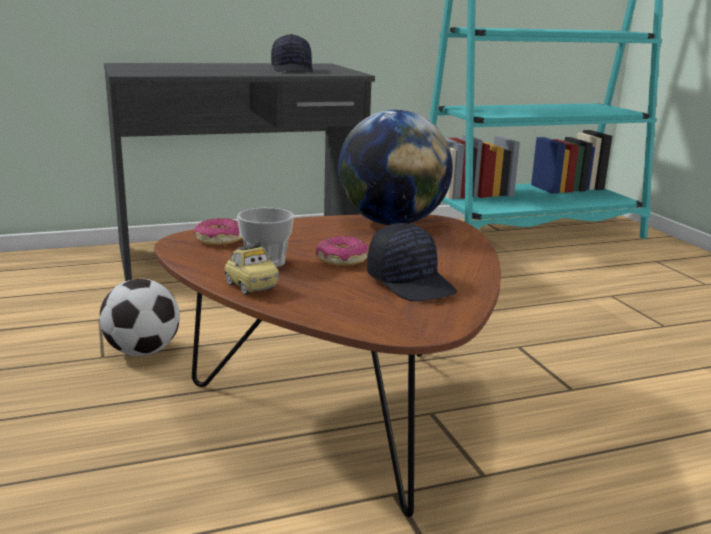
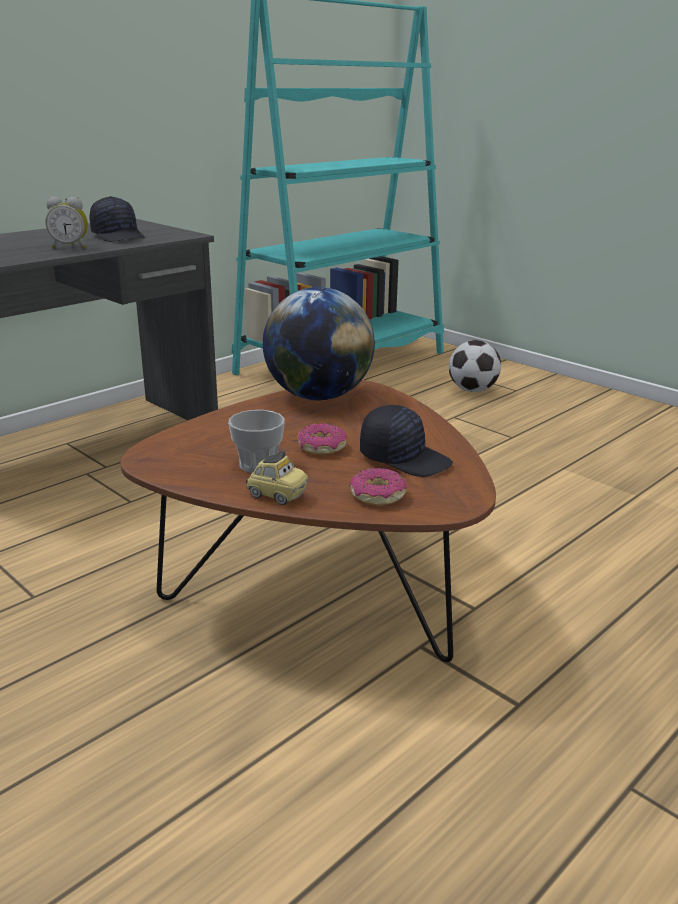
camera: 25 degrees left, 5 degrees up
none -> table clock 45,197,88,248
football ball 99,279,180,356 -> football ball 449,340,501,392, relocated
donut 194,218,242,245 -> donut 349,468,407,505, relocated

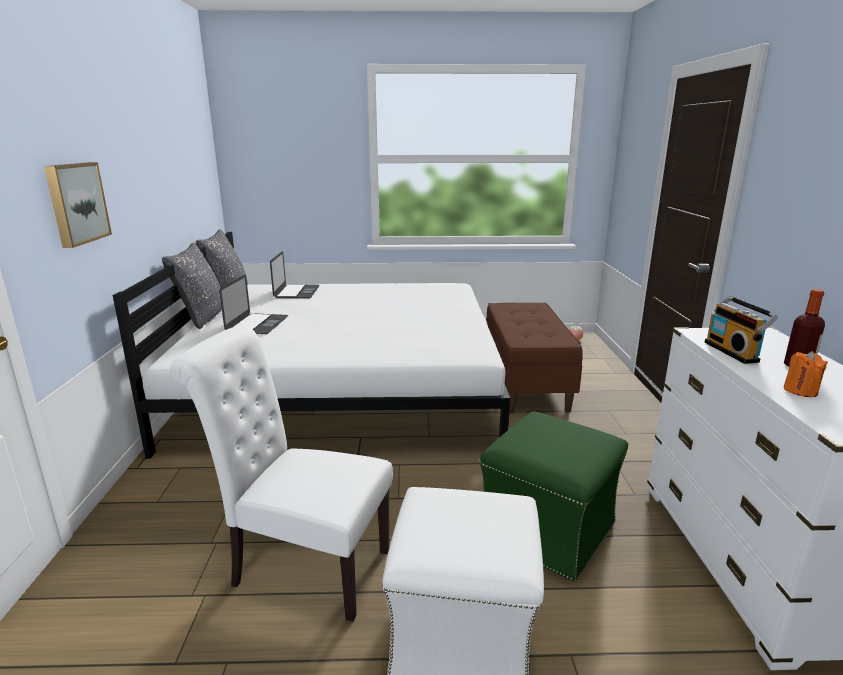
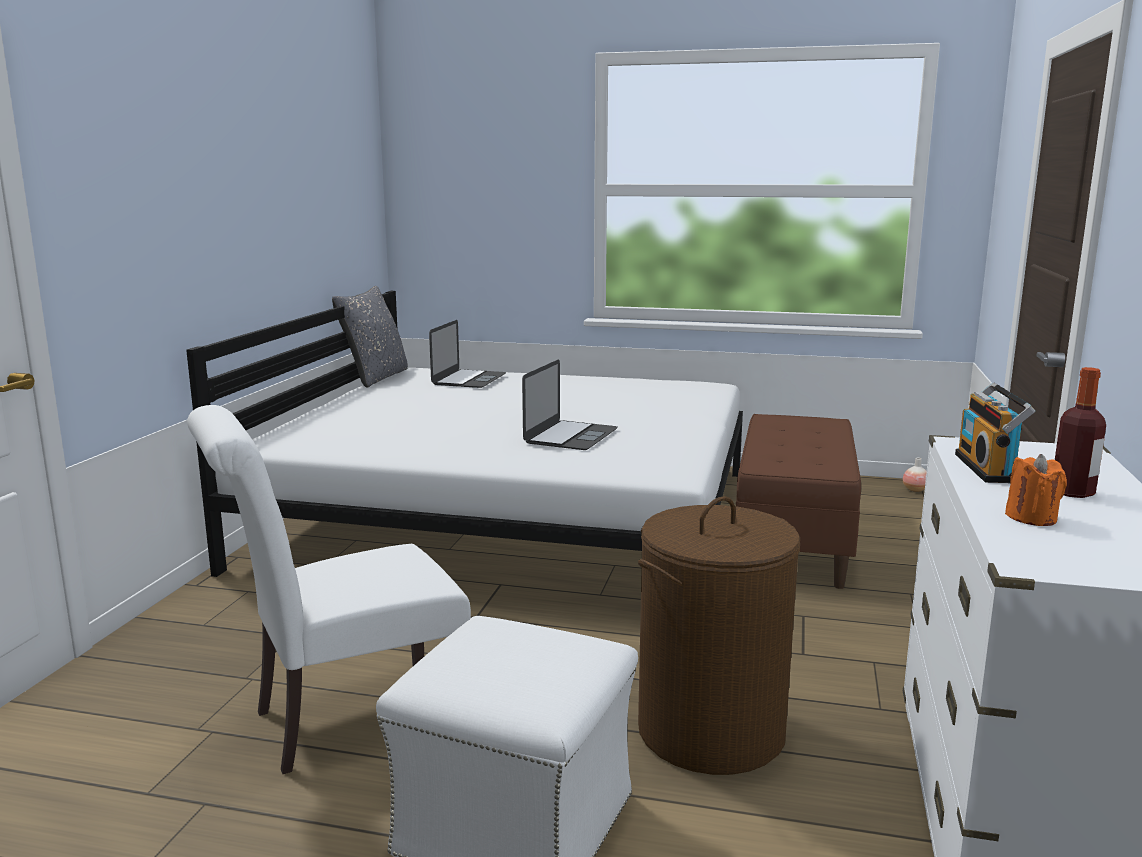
camera: 15 degrees right, 5 degrees down
wall picture 44,162,112,248 -> none
pillow (gray) 162,243,222,329 -> none
portable computer 219,275,288,334 -> portable computer 522,359,618,450, relocated
pouffe (greenish) 480,412,628,582 -> hamper (brown-coloured) 638,496,800,775
upright chair (white) 170,326,393,622 -> upright chair (white) 187,405,471,774, 60 degrees counterclockwise

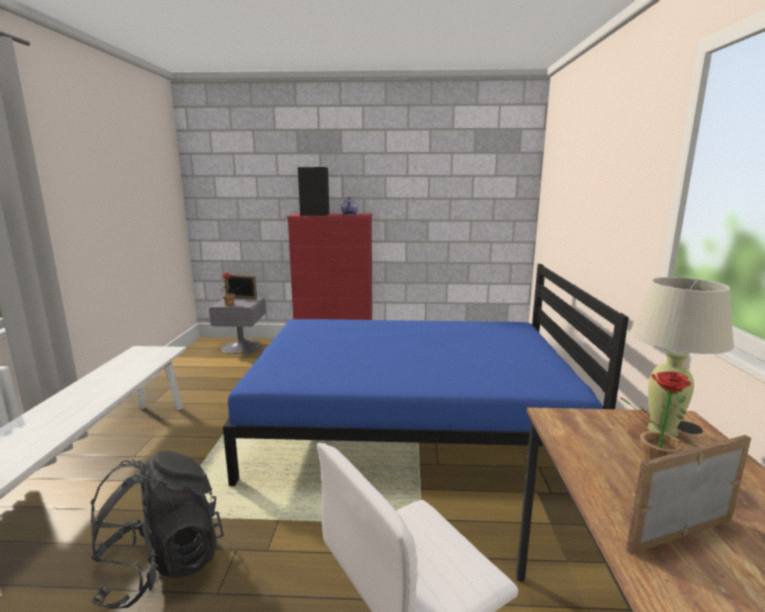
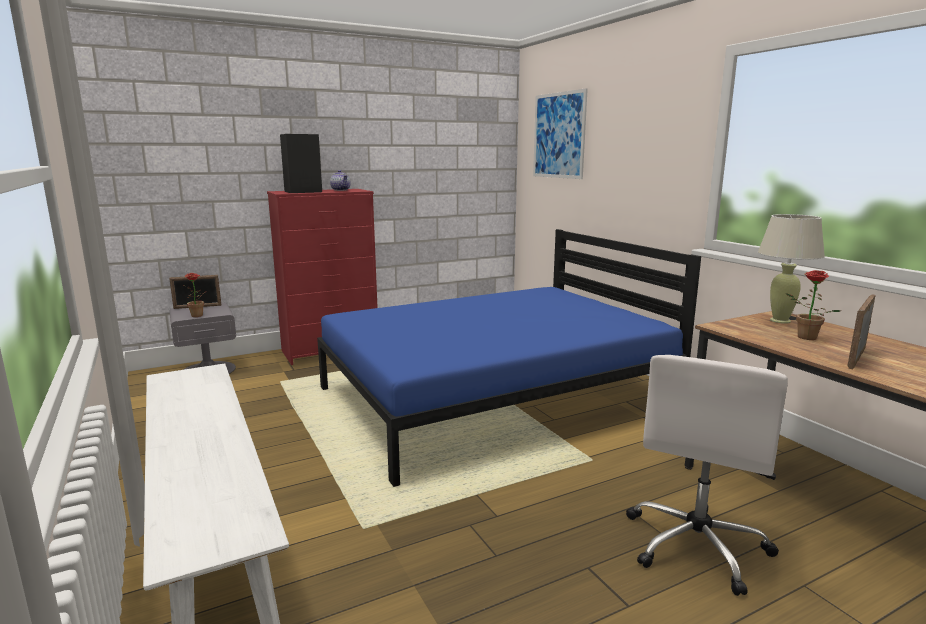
camera: 30 degrees left, 0 degrees up
knapsack (black-coloured) 90,450,224,609 -> none
none -> wall picture 533,88,588,179

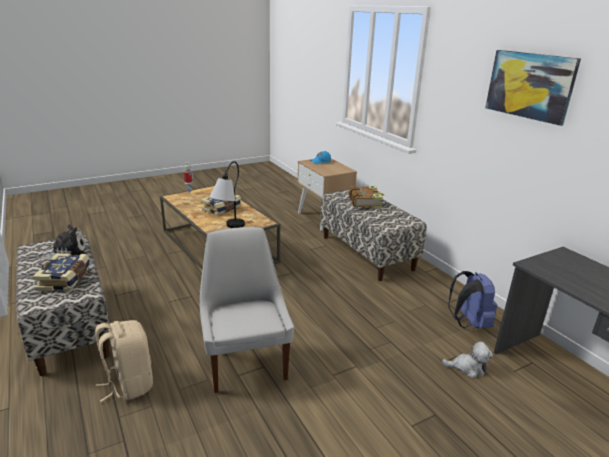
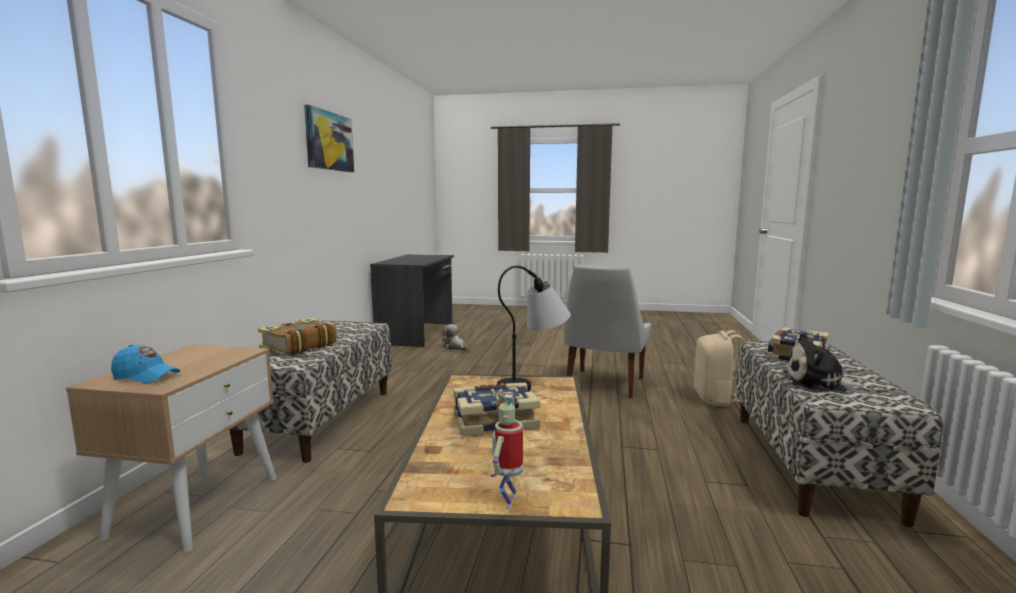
camera: 140 degrees left, 15 degrees down
knapsack (blue-coloured) 448,271,497,329 -> none

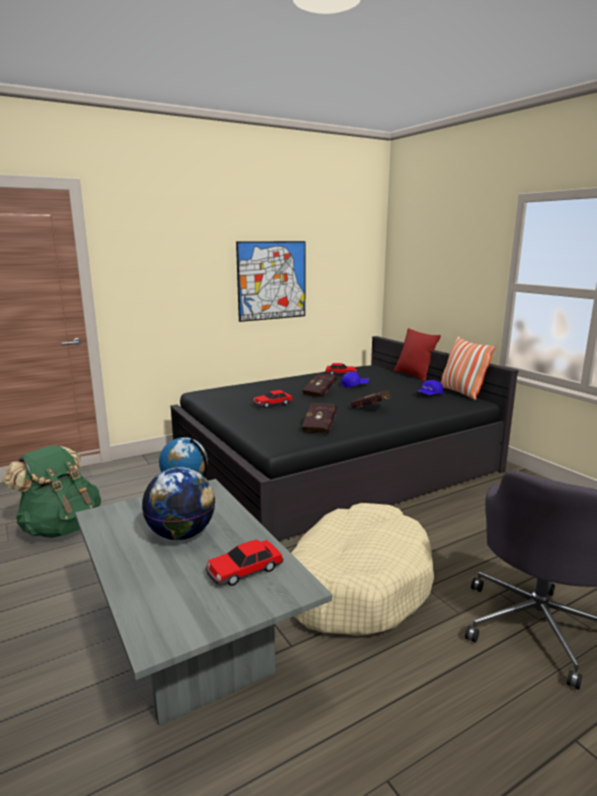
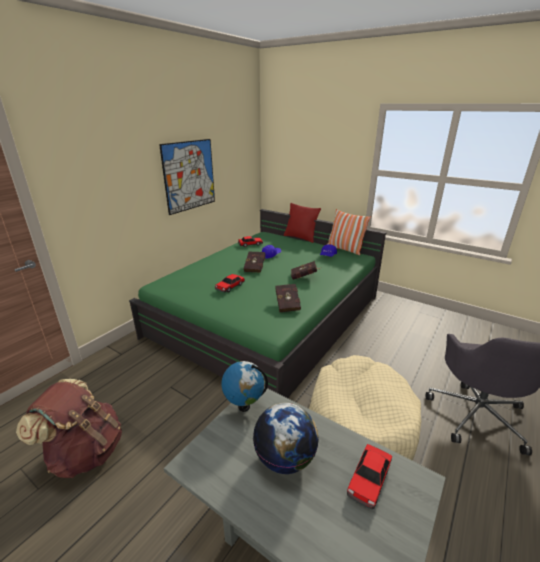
camera: 25 degrees left, 10 degrees up
knapsack (greenish) 3,445,101,538 -> knapsack (brown-coloured) 16,379,122,478
bedroom bed (black-coloured) 170,336,519,541 -> bedroom bed (greenish) 129,209,387,398

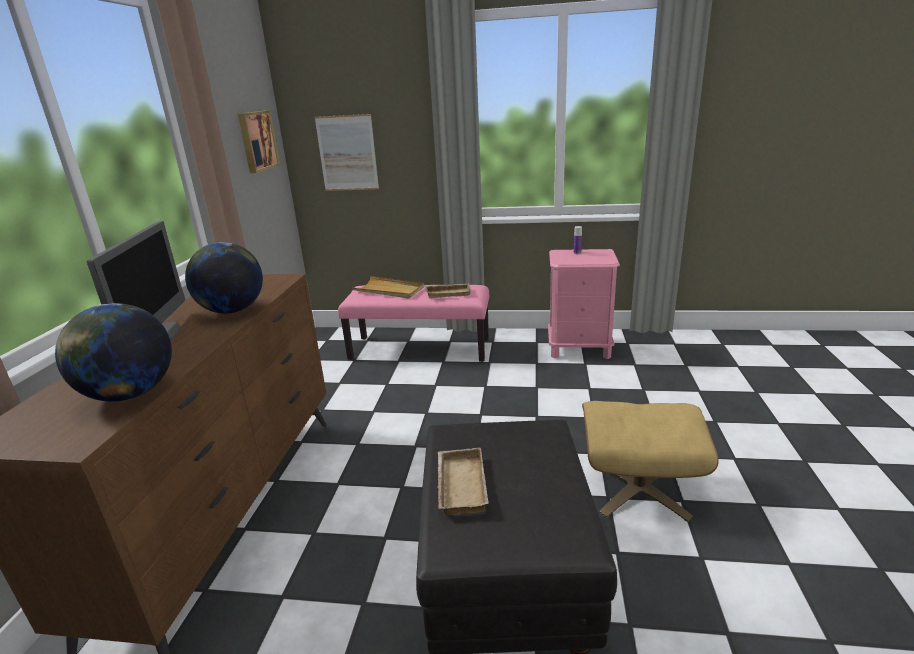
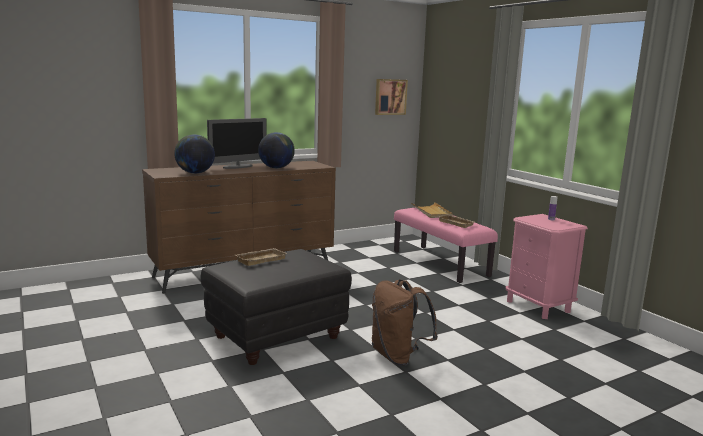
camera: 50 degrees right, 10 degrees down
wall picture 314,114,379,191 -> none
pouffe (beige) 582,401,719,522 -> knapsack (brown-coloured) 372,280,438,366

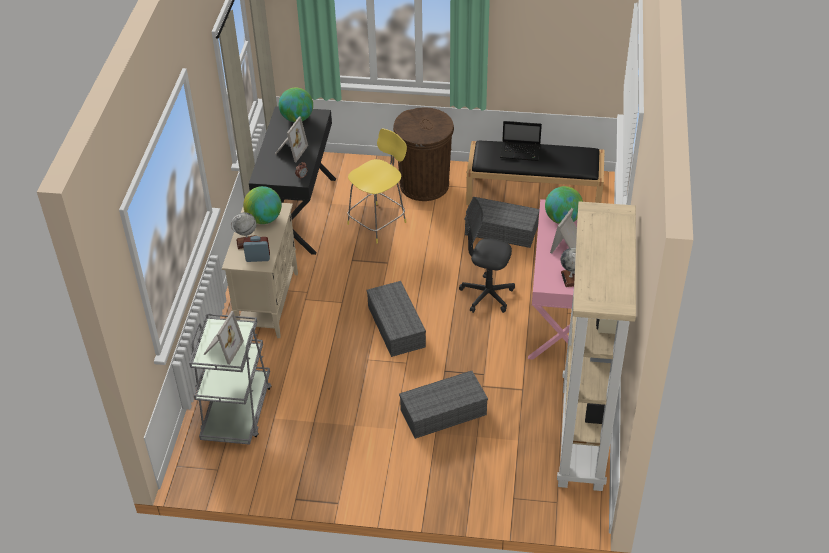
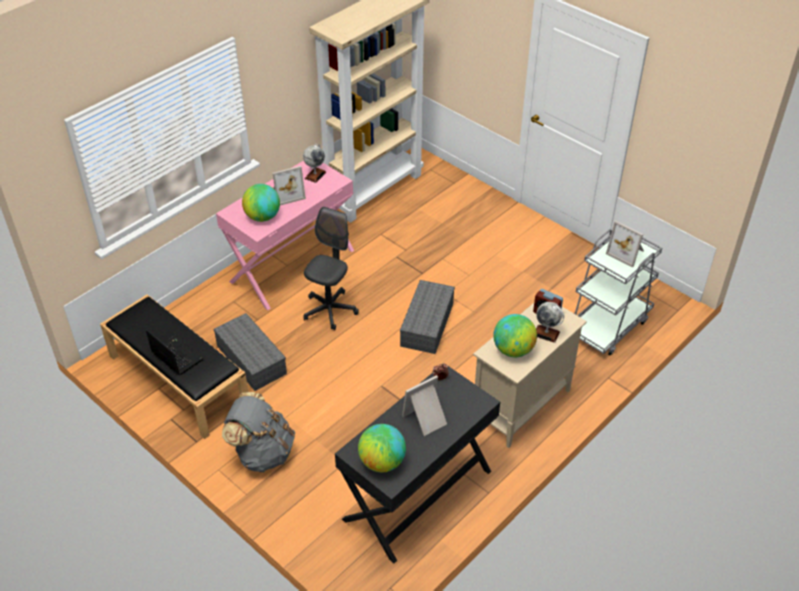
camera: 145 degrees left, 0 degrees up
stool seat (yellowish) 347,129,407,243 -> none
storage container (gray) 399,371,488,439 -> none
rubbish bin (brown-coloured) 393,108,454,201 -> knapsack (gray) 222,392,295,472
picture frame 203,311,244,365 -> picture frame 606,221,644,268, 105 degrees counterclockwise
computer chair (gray) 459,197,515,313 -> computer chair (gray) 303,207,359,330, 120 degrees counterclockwise

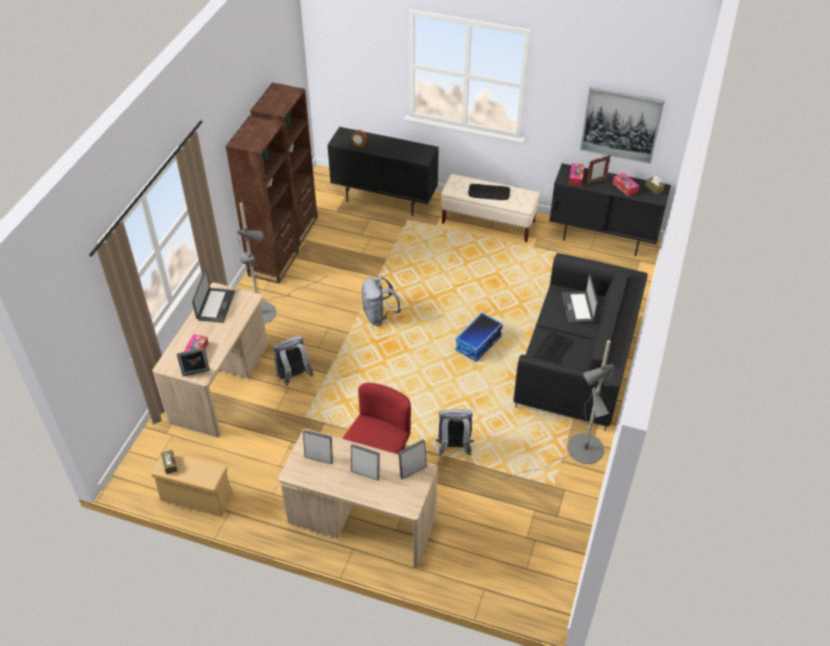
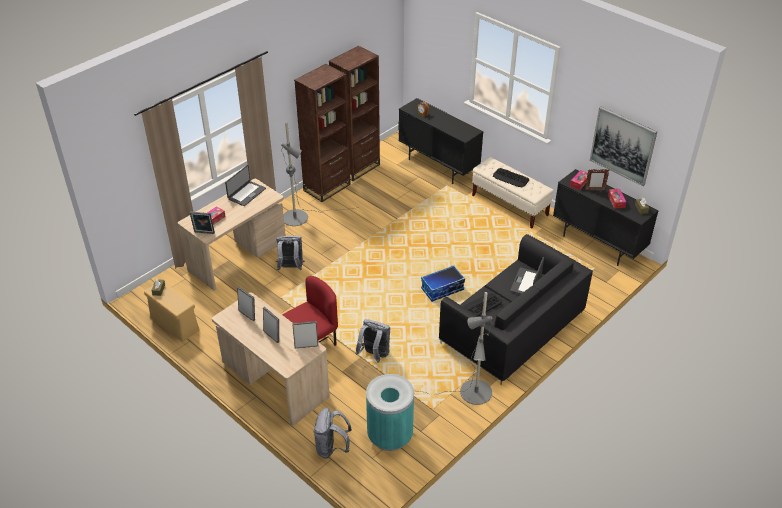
camera: 25 degrees right, 5 degrees down
none -> rubbish bin (blue-green) 366,374,414,451
knapsack (gray) 362,276,401,326 -> knapsack (gray) 313,408,352,458, relocated

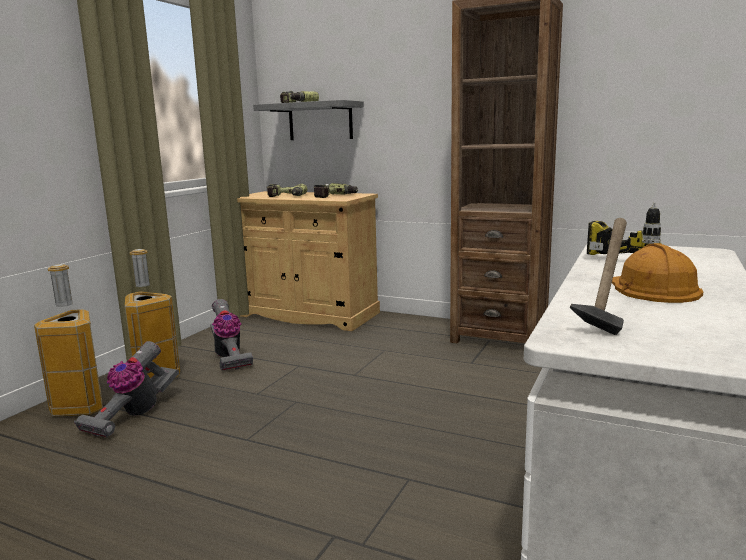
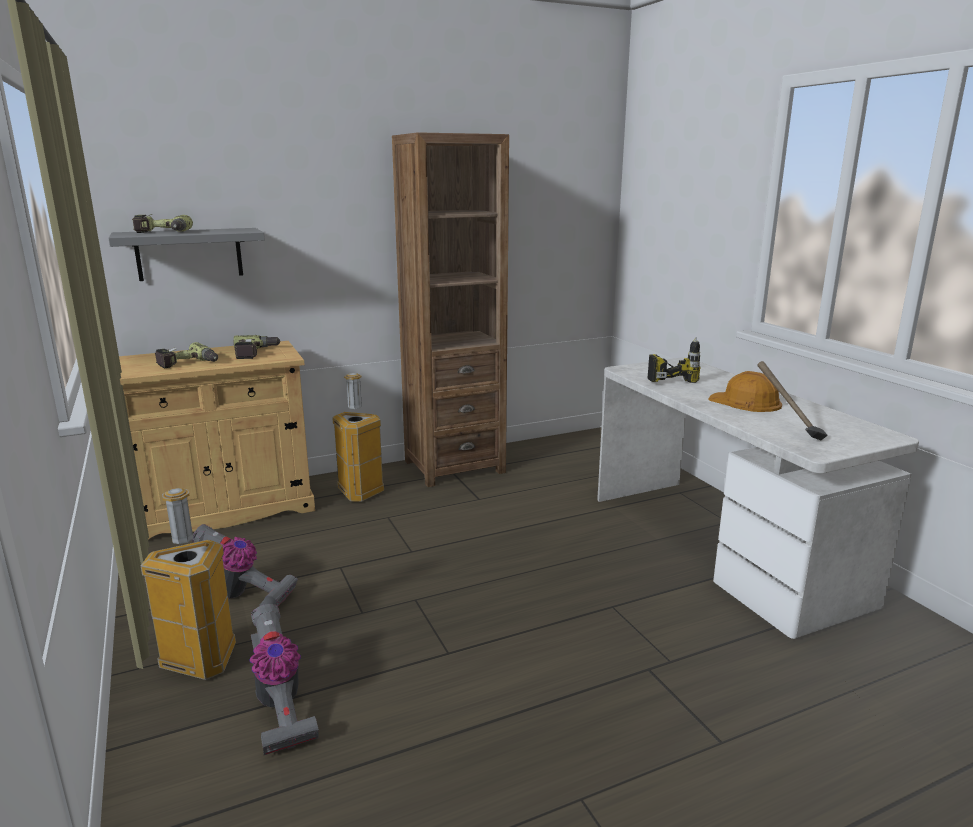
camera: 50 degrees left, 5 degrees up
rubbish bin 34,264,103,417 -> rubbish bin 332,373,384,502, relocated

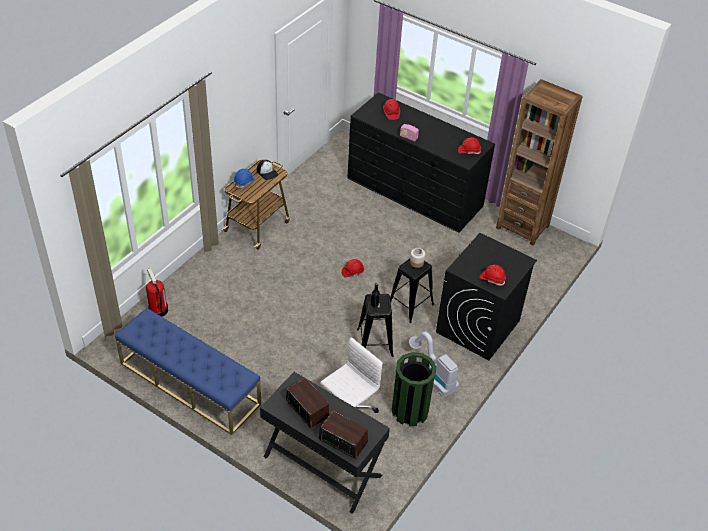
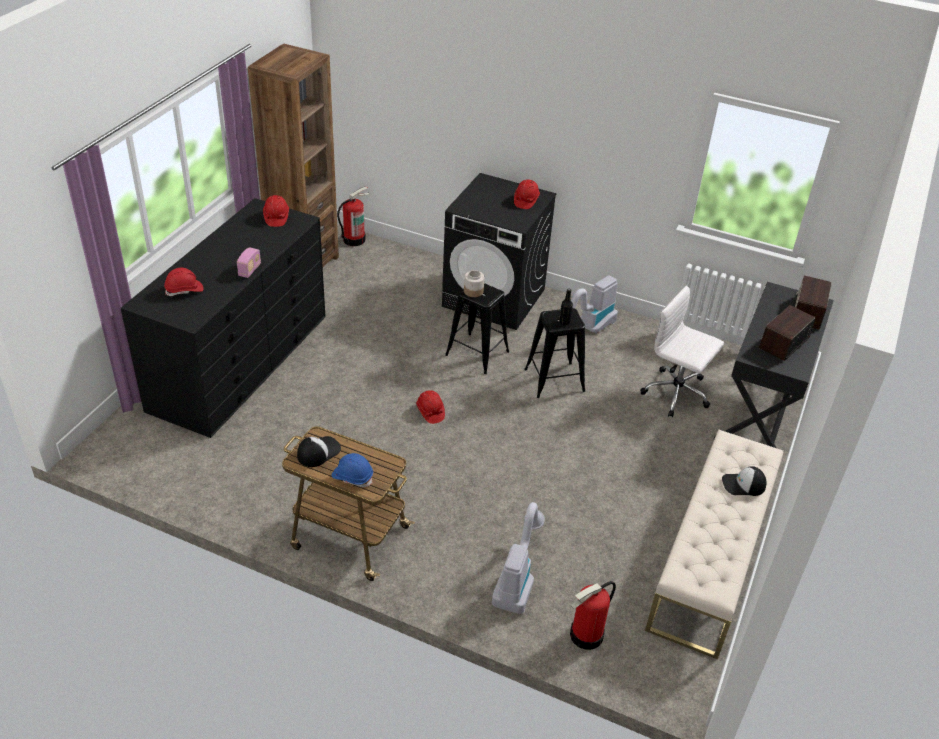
camera: 100 degrees left, 5 degrees down
rubbish bin (greenish) 392,352,436,426 -> none
none -> fire-fighting cylinder 337,186,370,246
none -> hoover 492,502,545,614
none -> peaked cap 722,466,766,496
long seat (blue-coloured) 115,308,261,435 -> long seat (beige) 645,430,783,659

